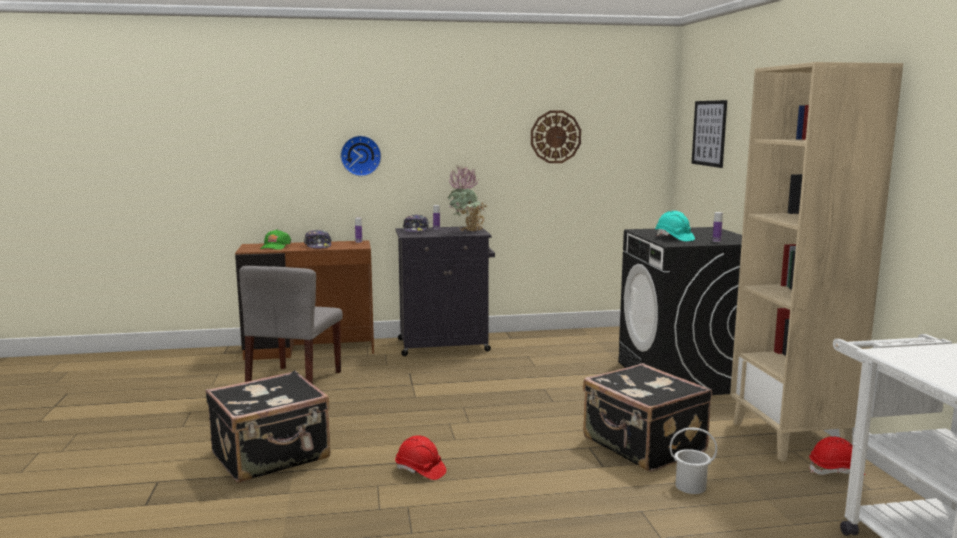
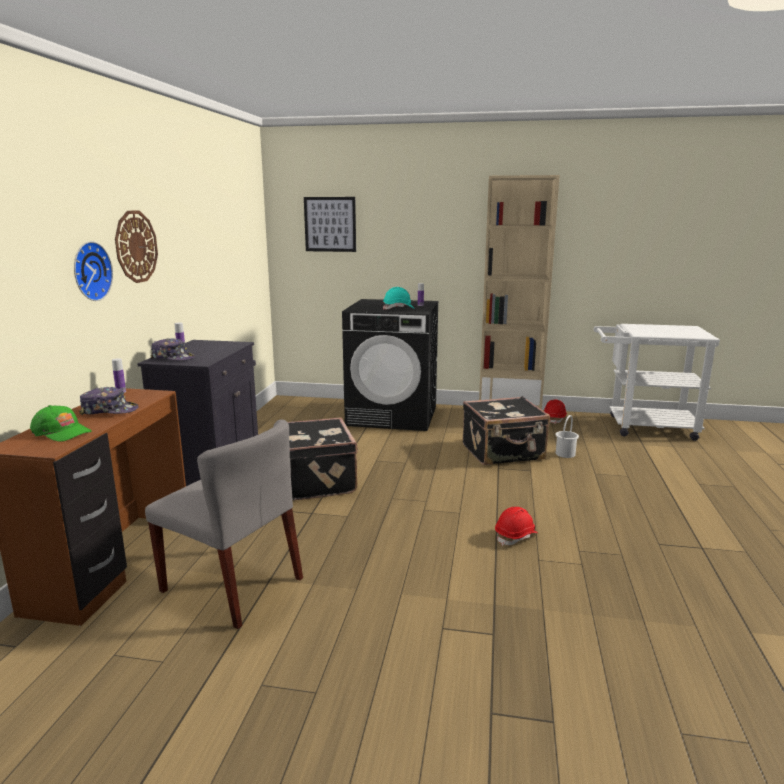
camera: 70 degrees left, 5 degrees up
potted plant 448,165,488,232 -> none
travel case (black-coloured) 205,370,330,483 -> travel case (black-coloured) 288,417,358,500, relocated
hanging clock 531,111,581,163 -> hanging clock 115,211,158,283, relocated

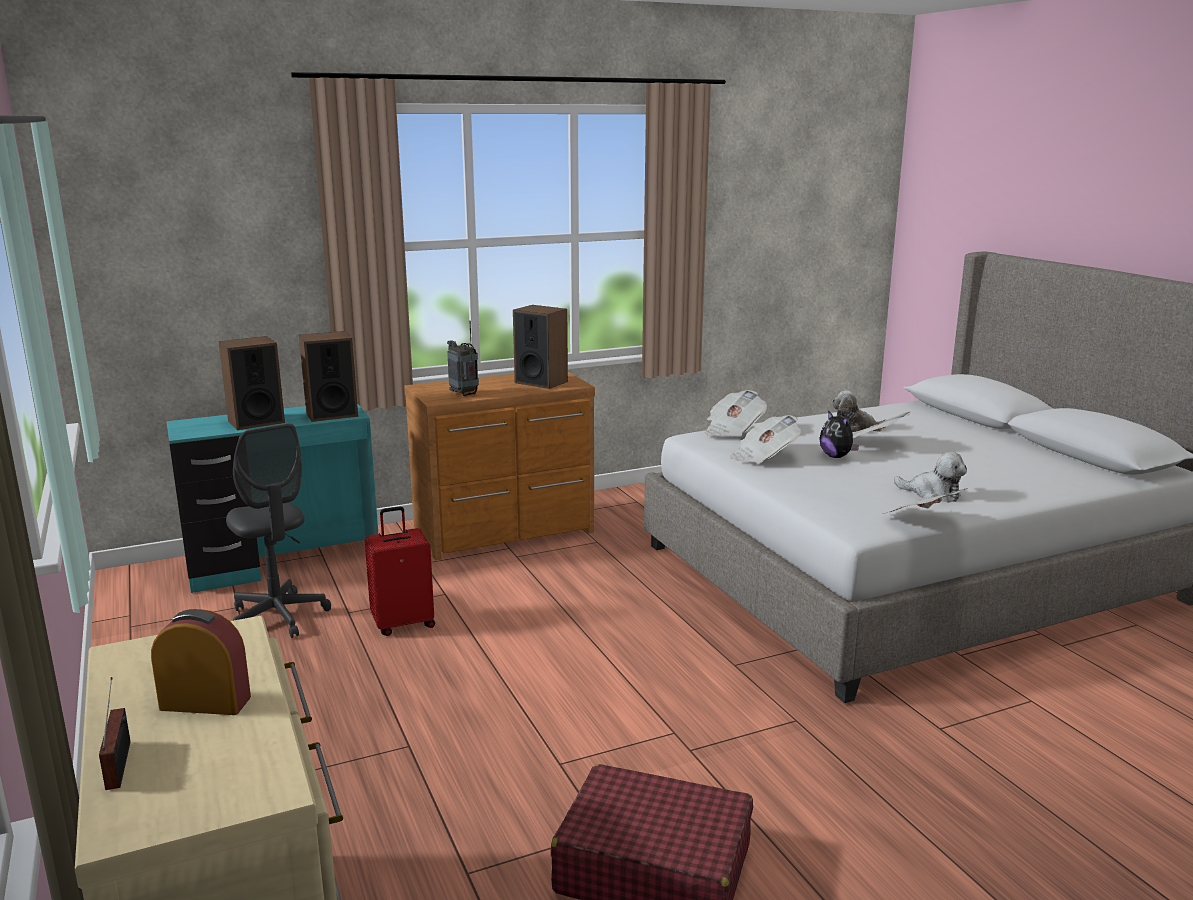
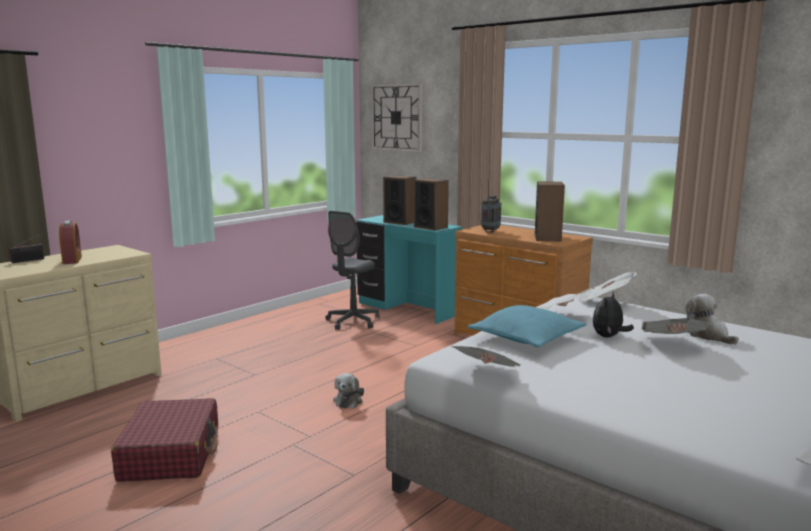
camera: 65 degrees right, 5 degrees down
travel case (reddish) 365,506,435,636 -> none
none -> hanging clock 371,83,422,152
none -> pillow (blue-green) 468,305,586,347
plush toy 894,452,967,502 -> plush toy 333,373,364,408, relocated

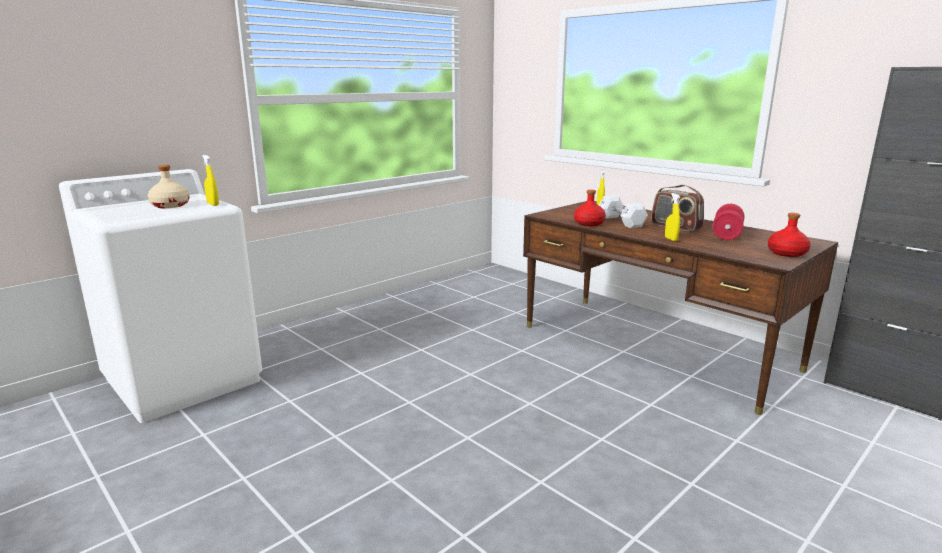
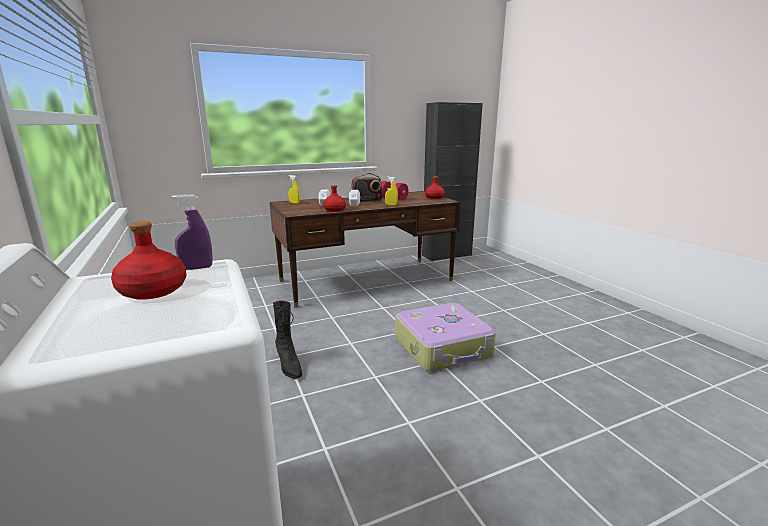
camera: 70 degrees left, 0 degrees up
none -> high-top boot (black-coloured) 273,301,302,379
none -> travel case 395,303,496,371
beverage bottle (beige) 148,165,190,208 -> beverage bottle (reddish) 111,221,186,300
hand sprayer (yellowish) 202,155,219,206 -> hand sprayer (purple) 172,194,212,270

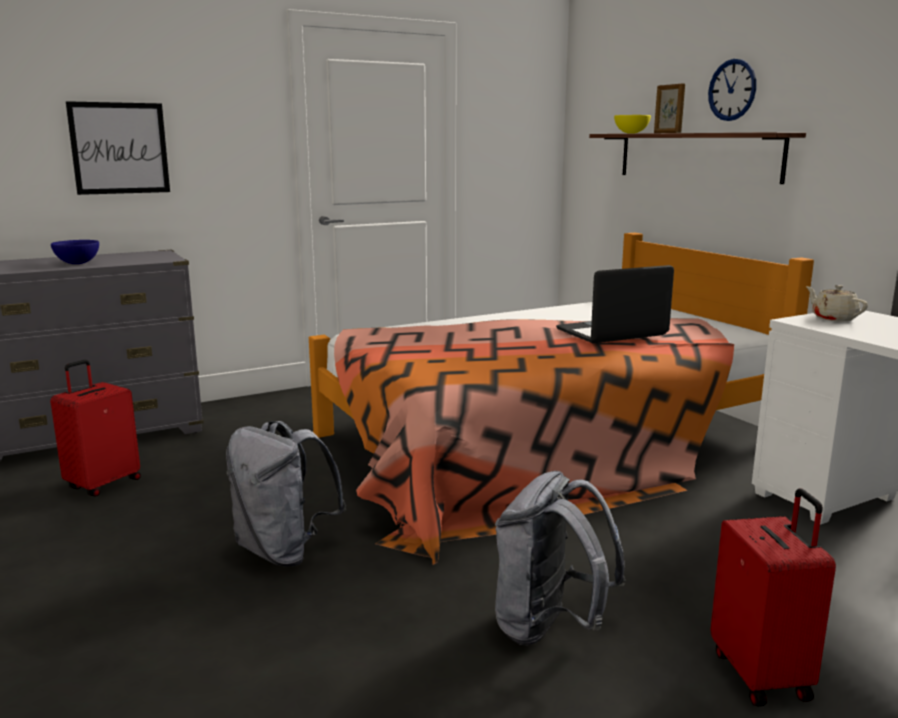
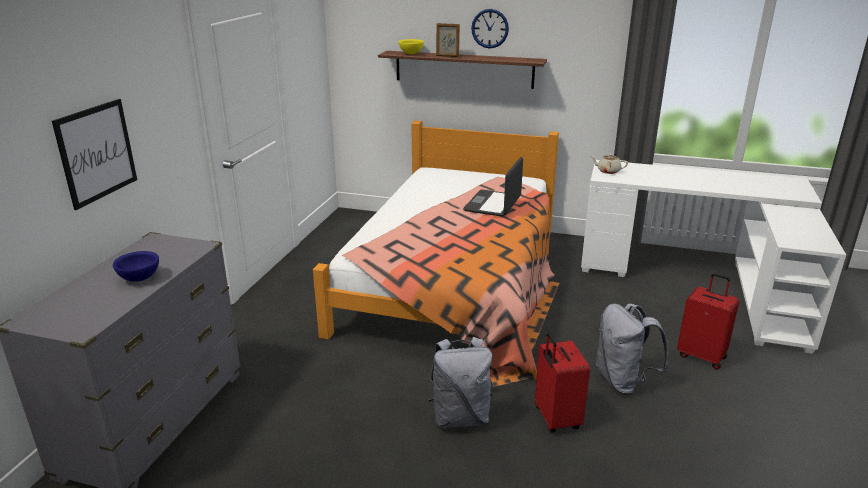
camera: 45 degrees left, 10 degrees up
travel case (reddish) 50,360,141,497 -> travel case (reddish) 535,332,590,433, relocated

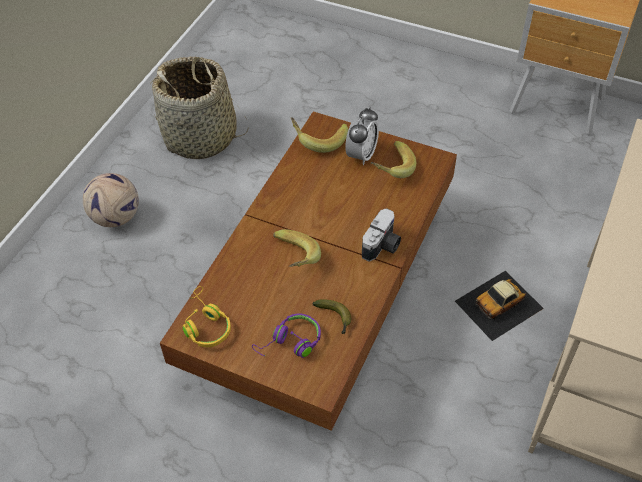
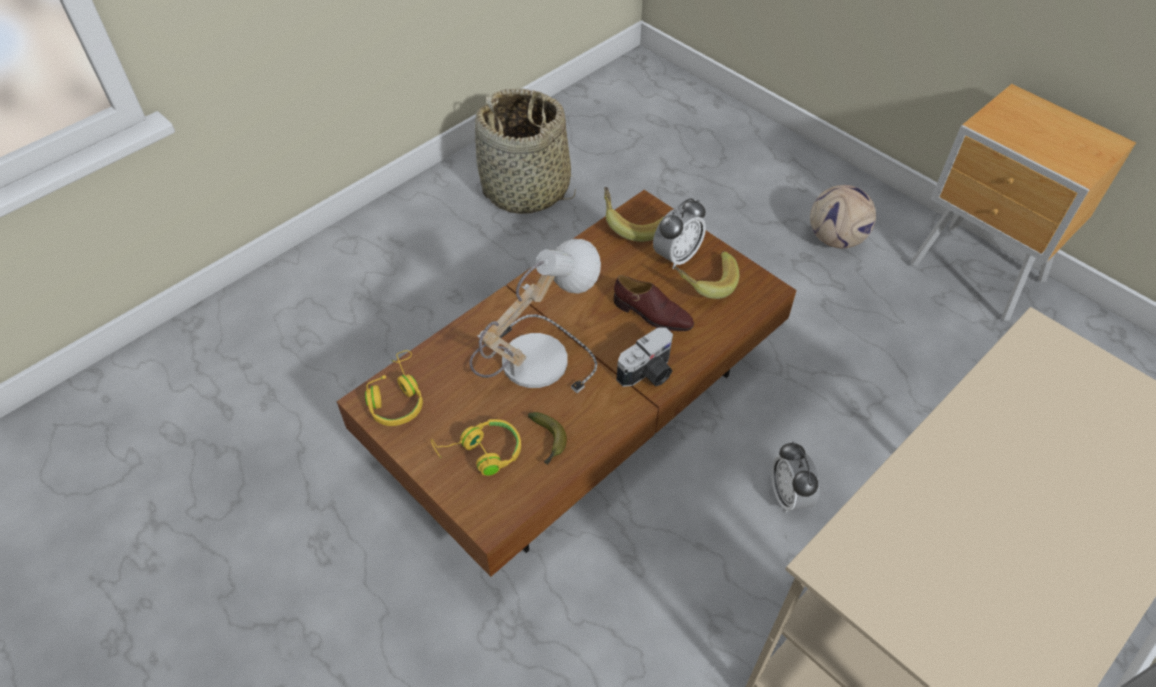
camera: 20 degrees right, 0 degrees up
none -> low shoe (brown-coloured) 614,275,694,331
football ball 83,173,139,227 -> football ball 810,185,876,248, relocated
banana fruit 273,229,321,267 -> table lamp 469,239,601,393
model car 455,271,544,341 -> table clock 771,441,820,513
pair of headphones (purple) 252,313,321,358 -> pair of headphones (yellowish) 431,419,521,476

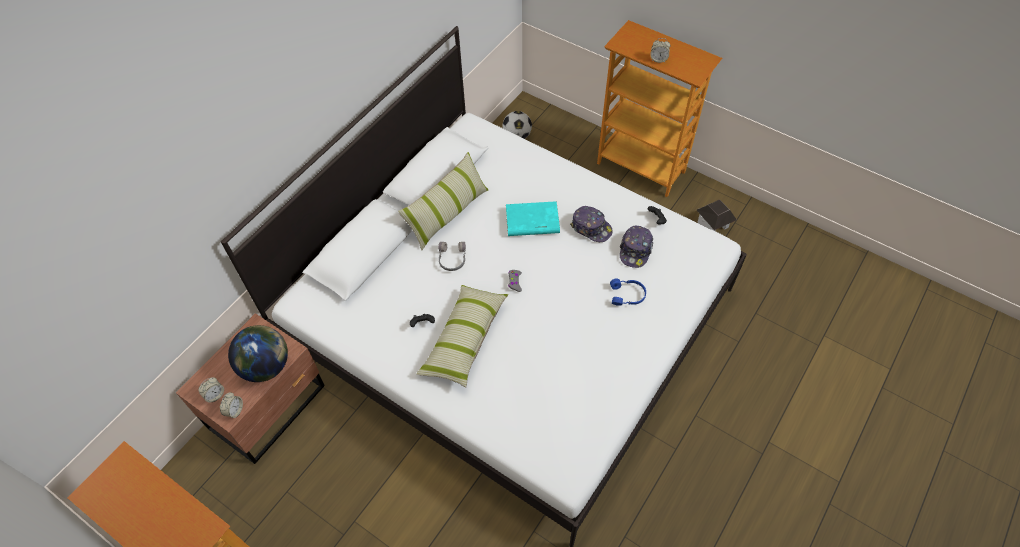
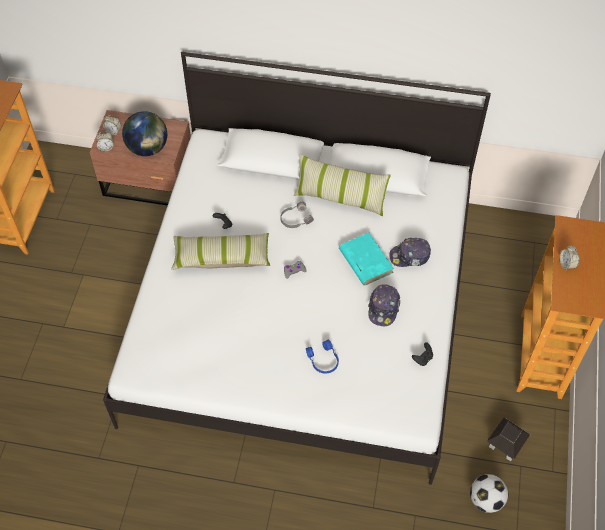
camera: 65 degrees right, 0 degrees up
football ball 502,111,532,139 -> football ball 470,474,508,513, relocated
peaked cap 620,226,653,268 -> peaked cap 389,238,431,267, relocated

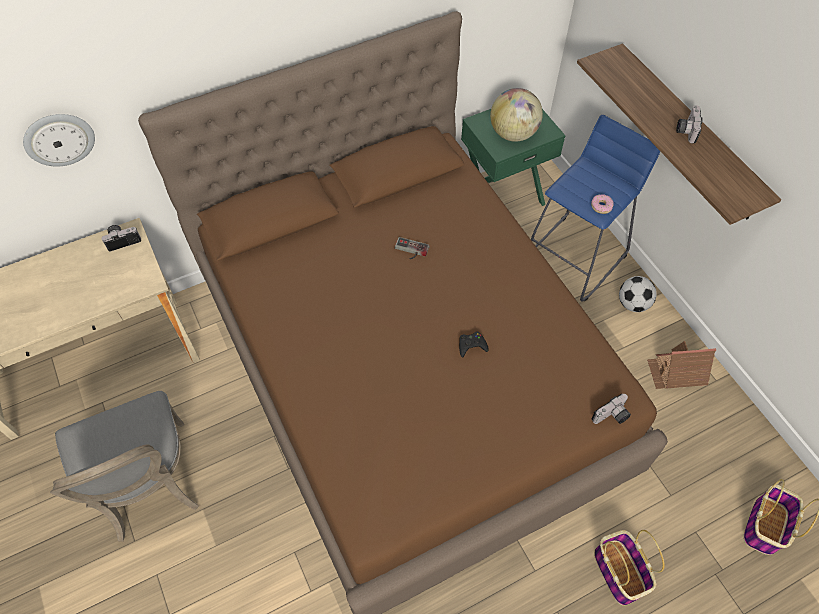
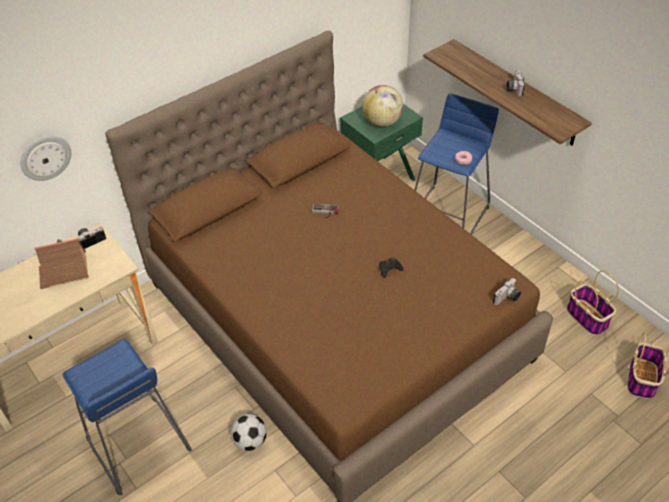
camera: 10 degrees left, 10 degrees down
storage basket 594,530,665,606 -> storage basket 567,271,619,336, relocated
football ball 619,276,657,312 -> football ball 231,414,267,451, relocated
model house 647,341,716,389 -> model house 35,238,89,289, relocated
upright chair (gray) 50,391,199,542 -> stool seat (blue-coloured) 63,339,192,495

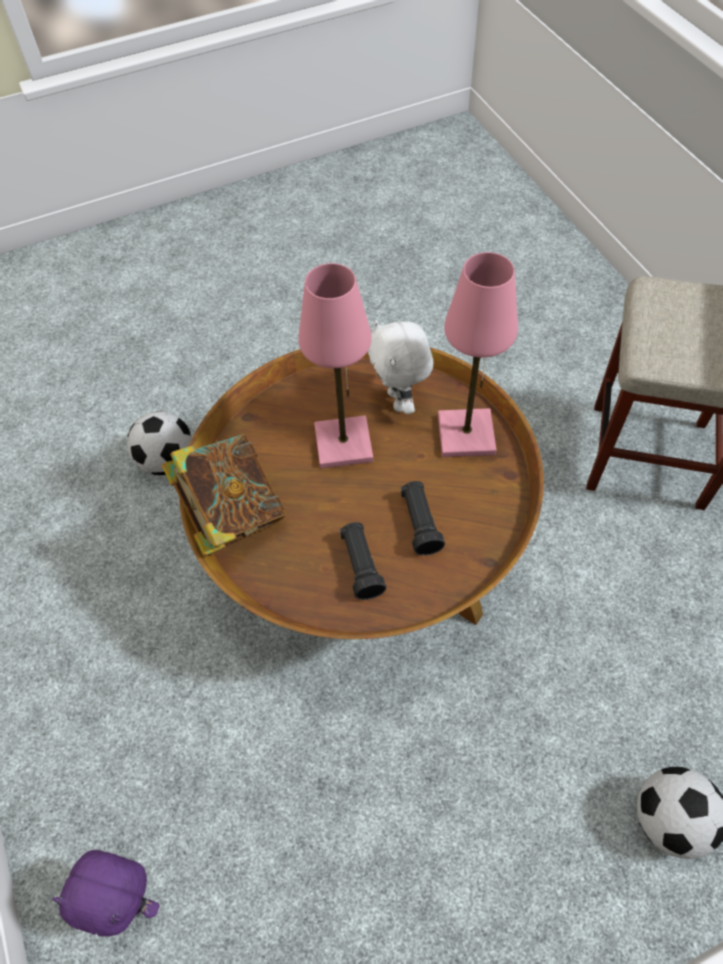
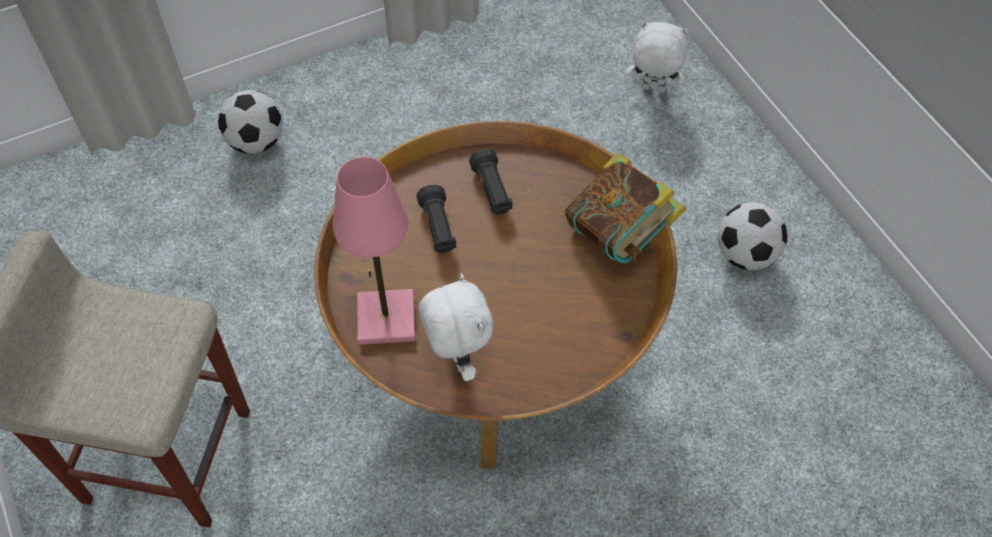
camera: 175 degrees right, 0 degrees up
table lamp (pink-coloured) 298,263,373,469 -> none
football ball 127,411,192,475 -> football ball 718,202,787,270, relocated
plush toy (purple) 52,850,159,936 -> plush toy (white) 627,21,689,93

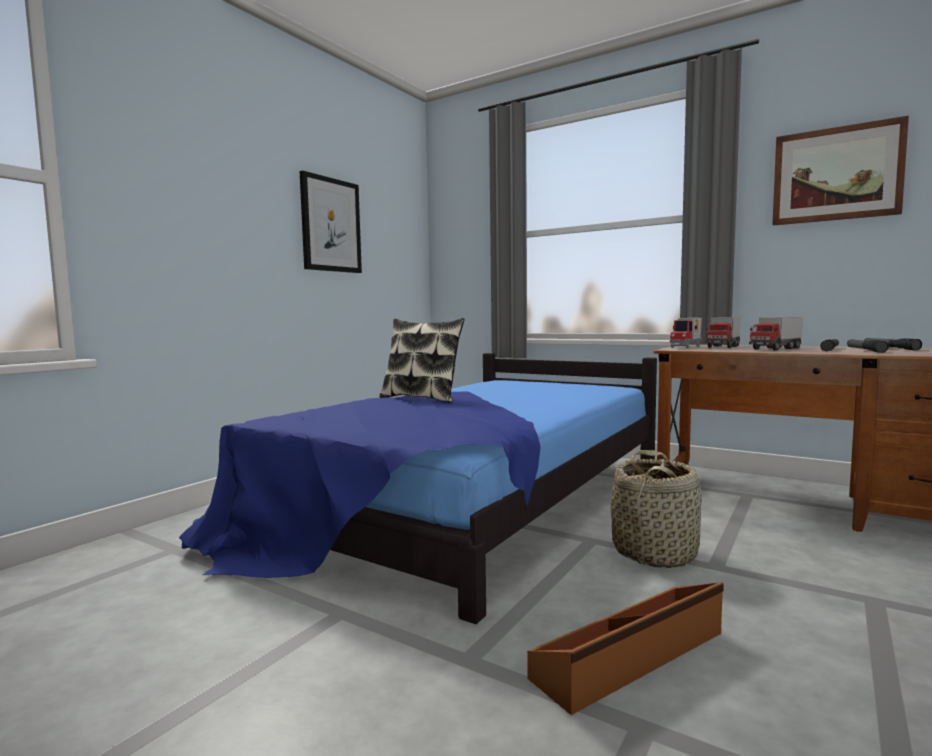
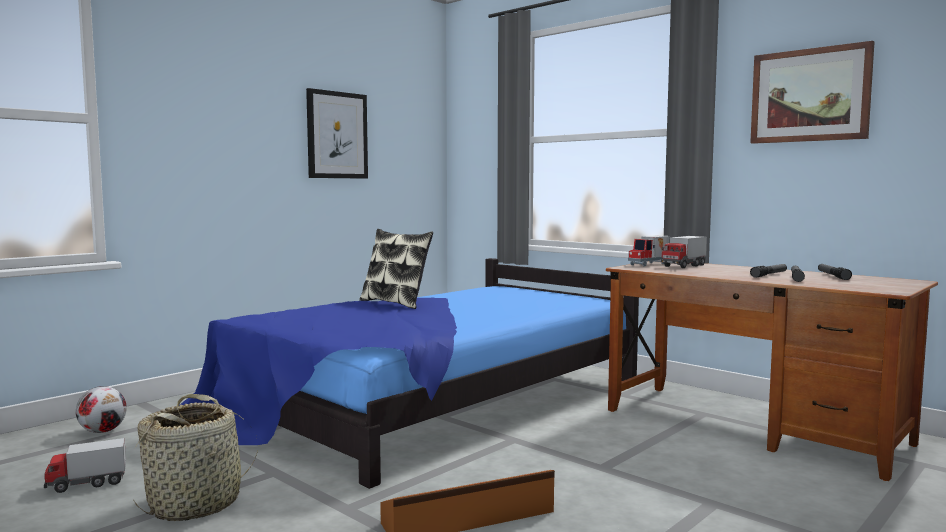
camera: 10 degrees right, 0 degrees up
none -> football ball 76,386,127,433
storage basket 611,450,702,568 -> storage basket 132,394,258,521, relocated
toy lorry 749,317,803,351 -> toy lorry 44,438,126,493, relocated

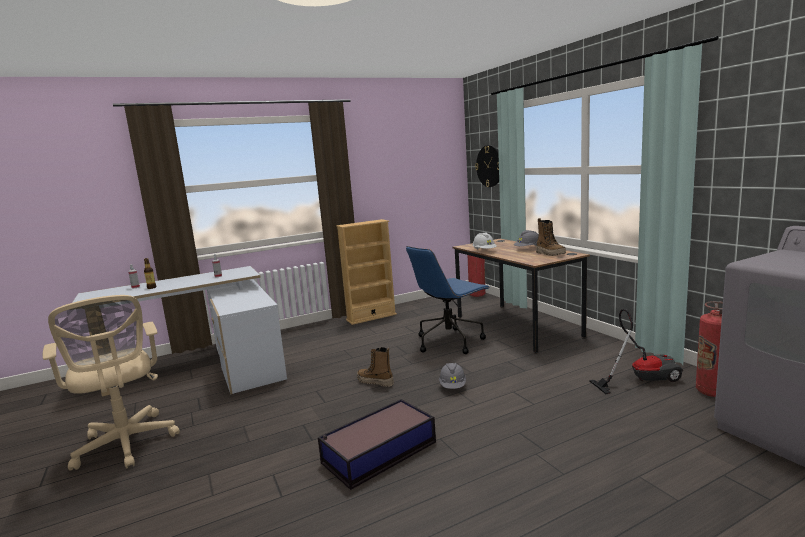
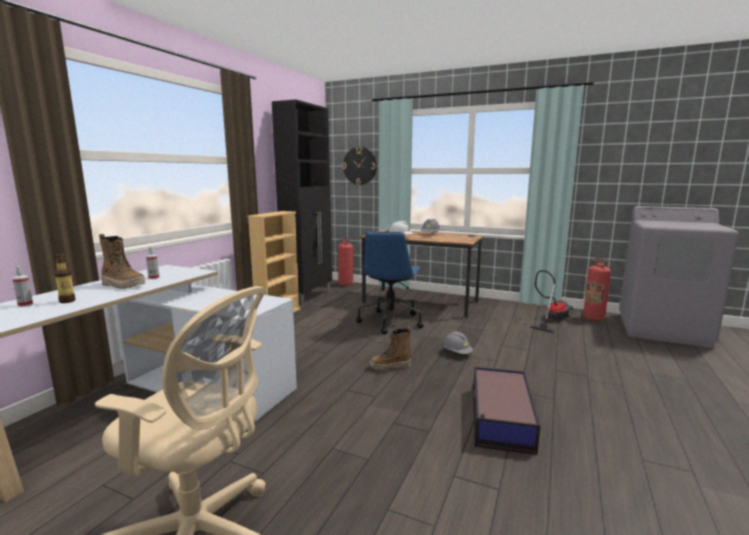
camera: 40 degrees left, 0 degrees up
none -> storage cabinet (black-coloured) 272,99,332,306
high-top boot 536,218,566,256 -> high-top boot 99,234,145,289, relocated

